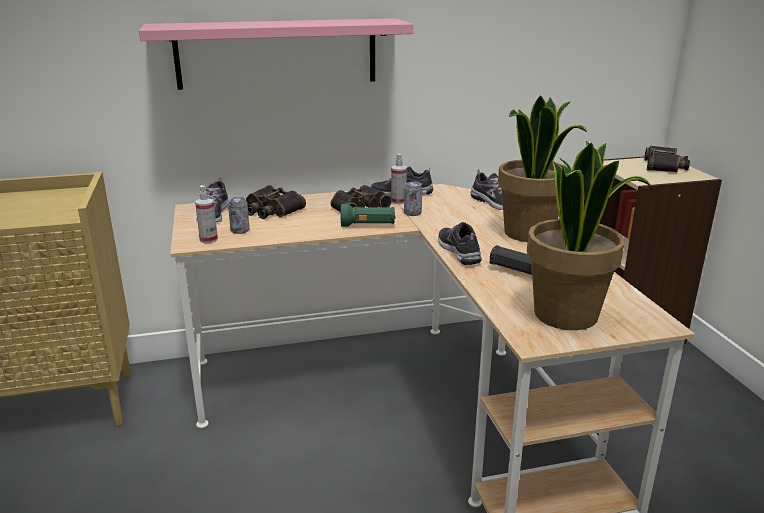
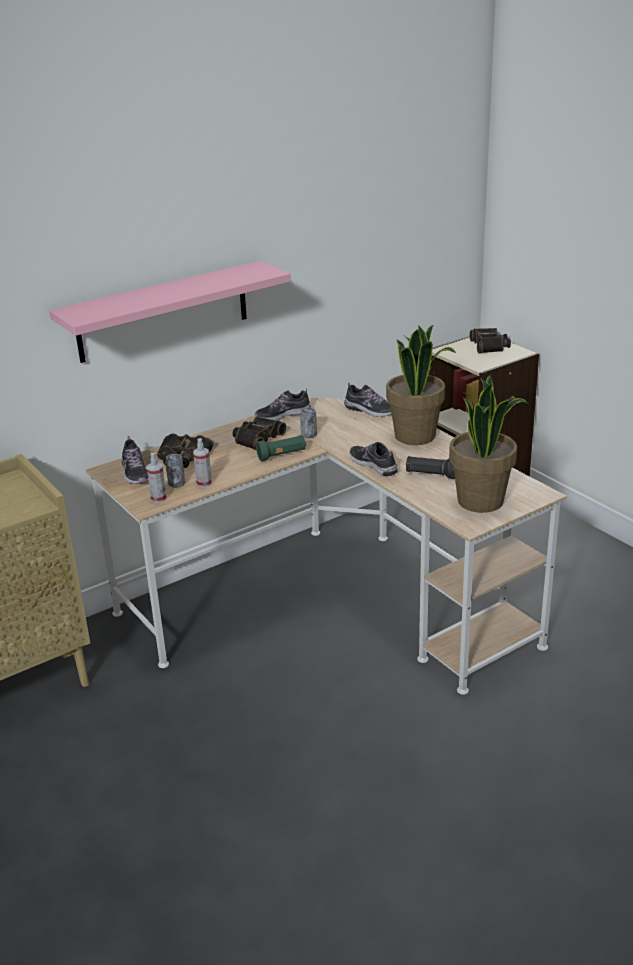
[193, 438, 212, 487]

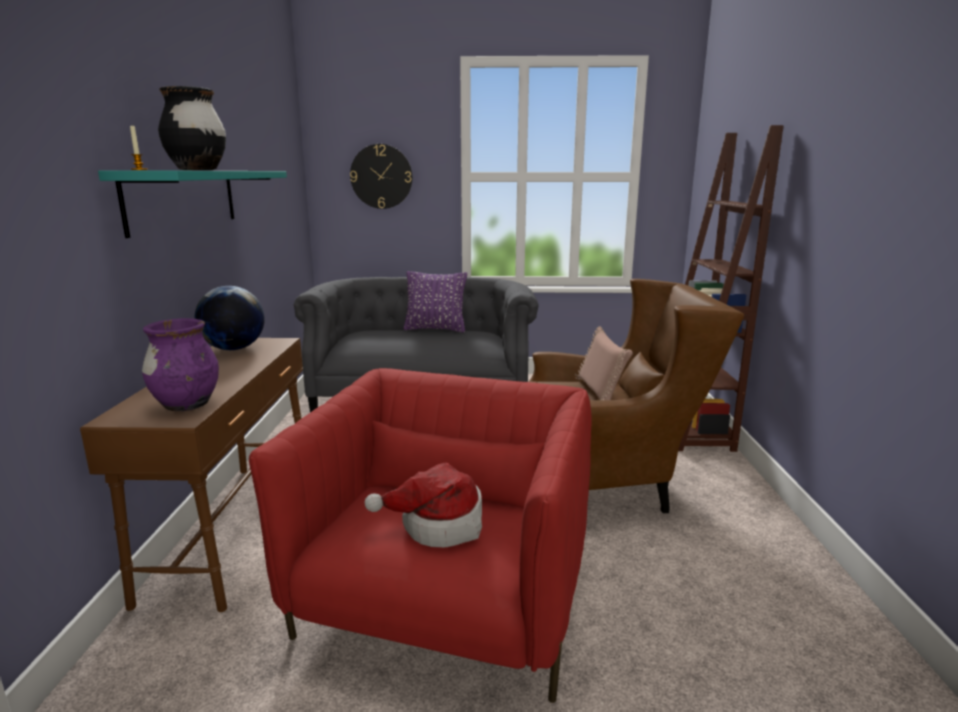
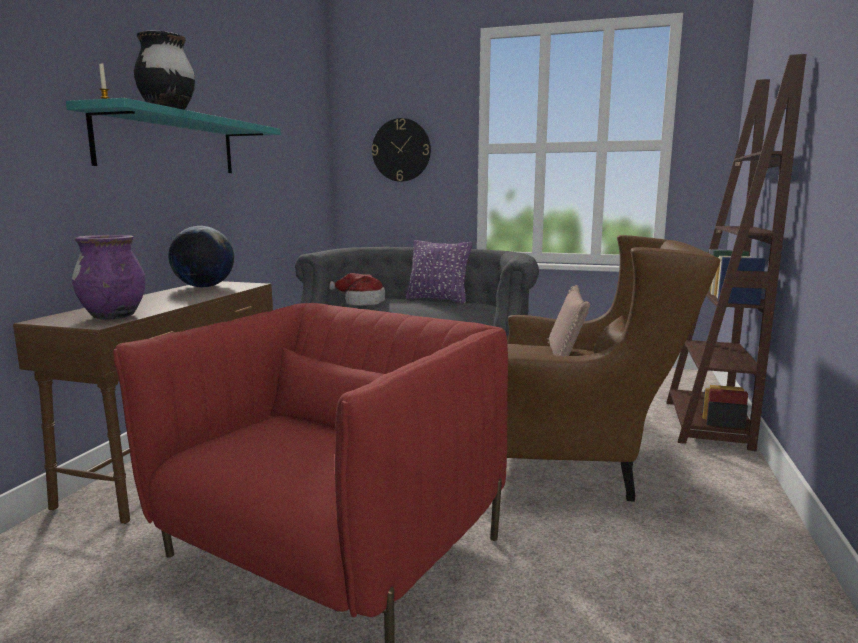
[330, 273, 385, 306]

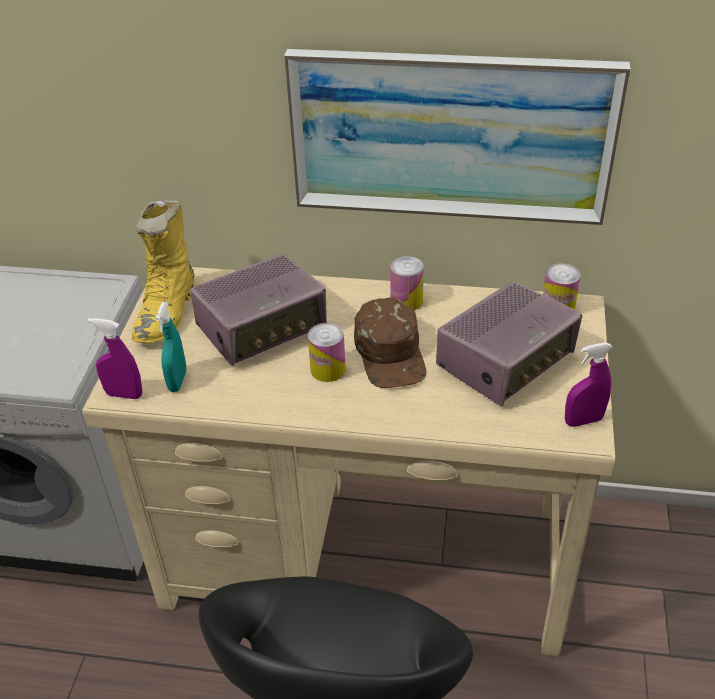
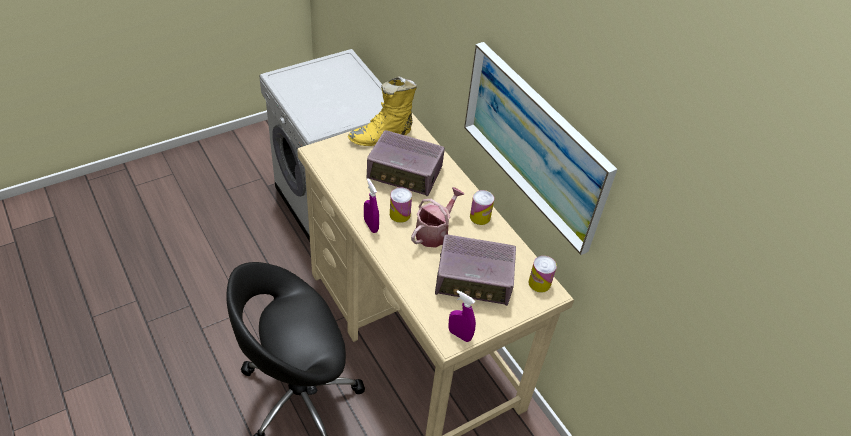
[364, 178, 379, 233]
[156, 302, 187, 392] (first image)
[411, 187, 464, 248]

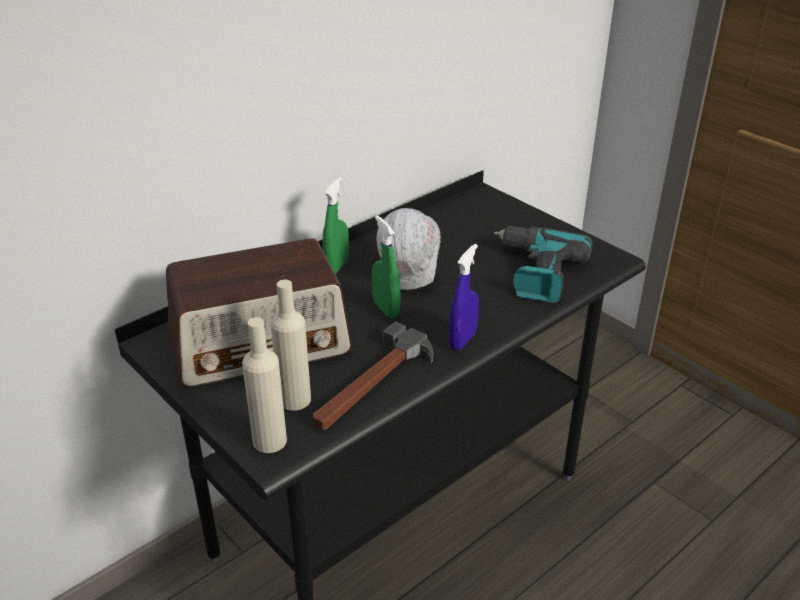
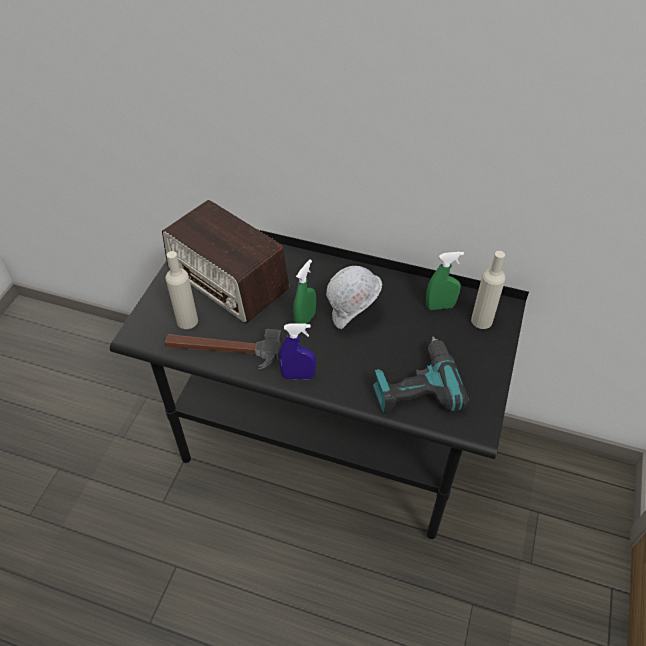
[471, 251, 506, 329]
[426, 252, 464, 310]

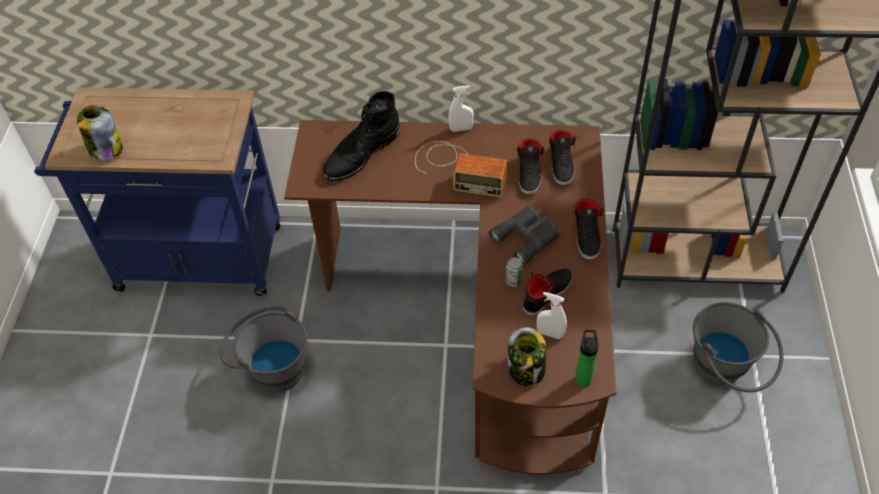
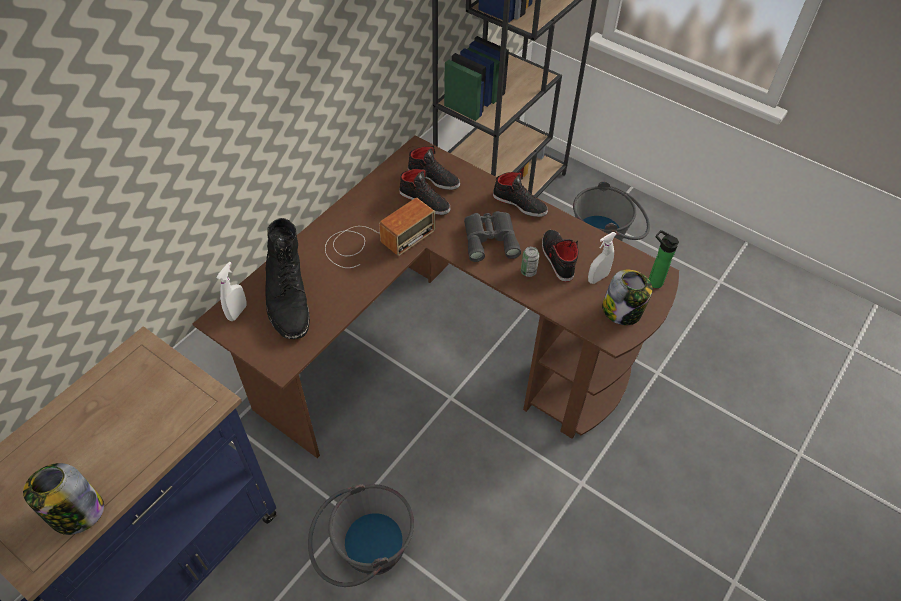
[217, 262, 247, 321]

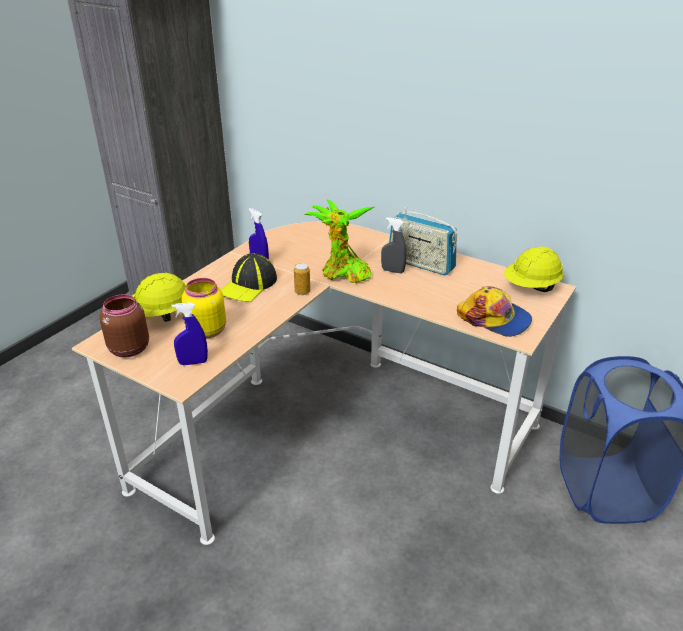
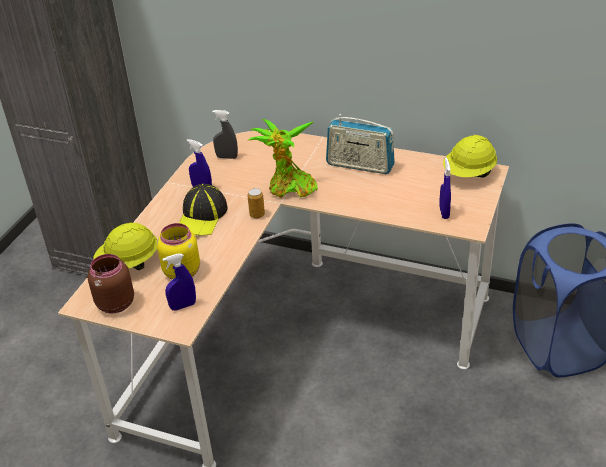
[212, 110, 238, 159]
[439, 158, 451, 219]

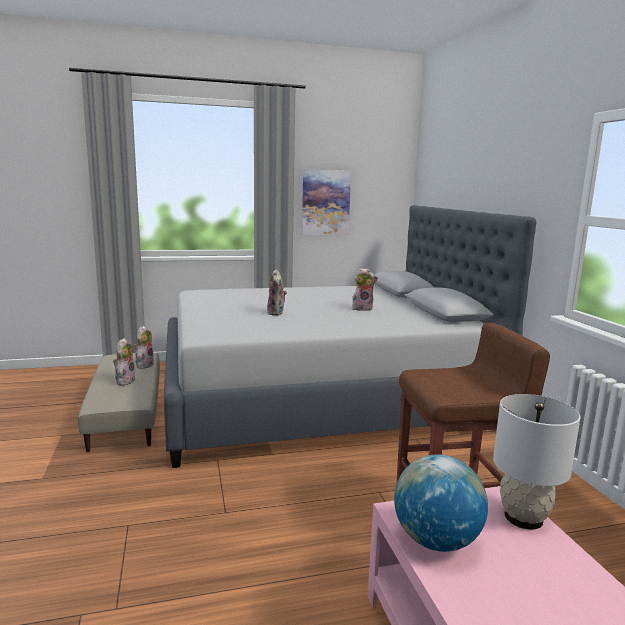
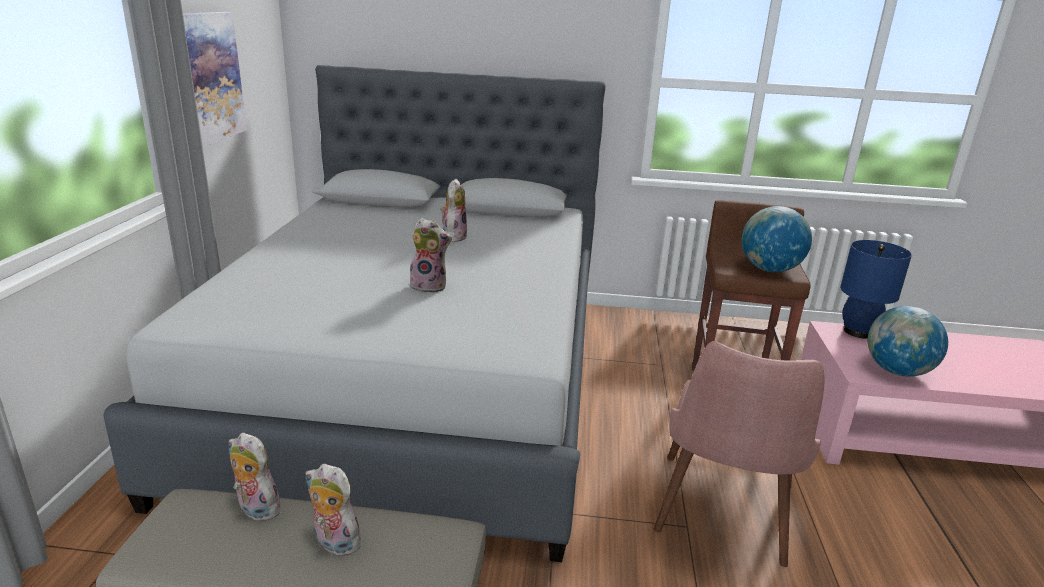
[840, 240, 912, 339]
[654, 341, 825, 567]
[742, 206, 812, 272]

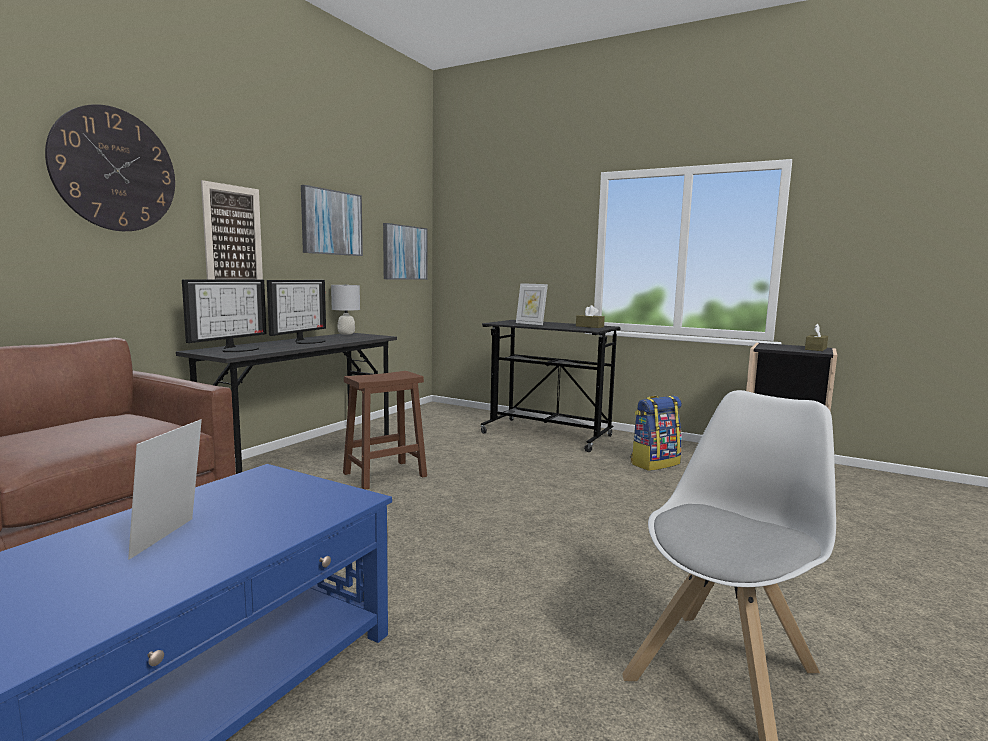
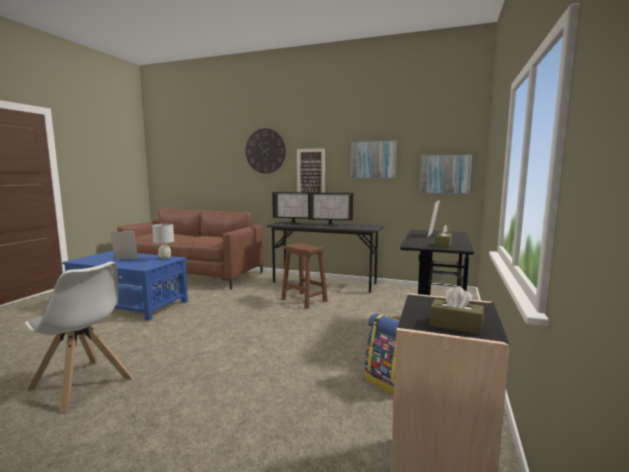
[152, 224, 174, 259]

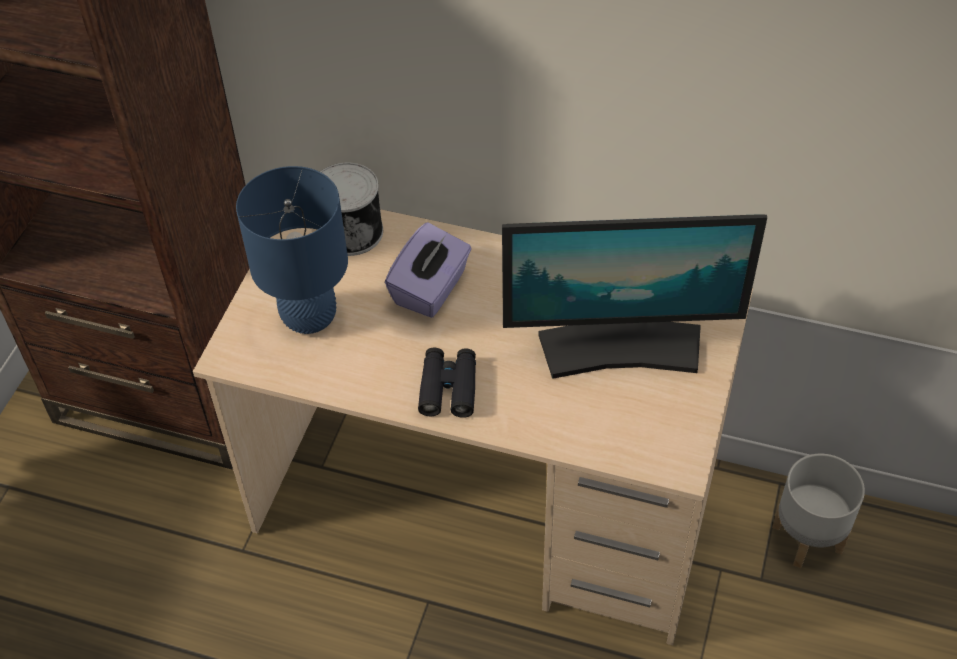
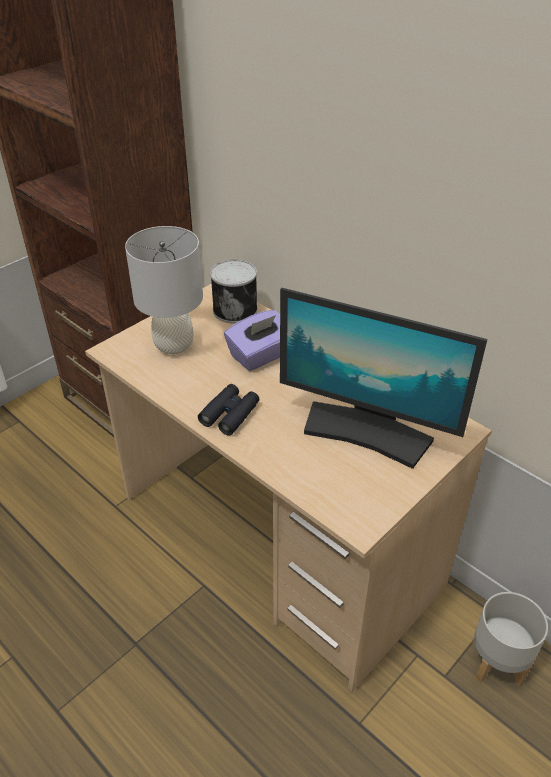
[125, 226, 203, 354]

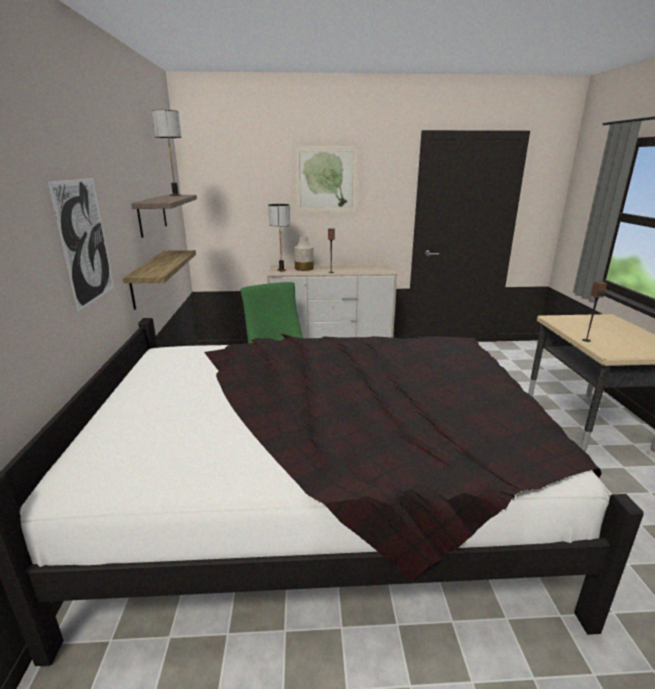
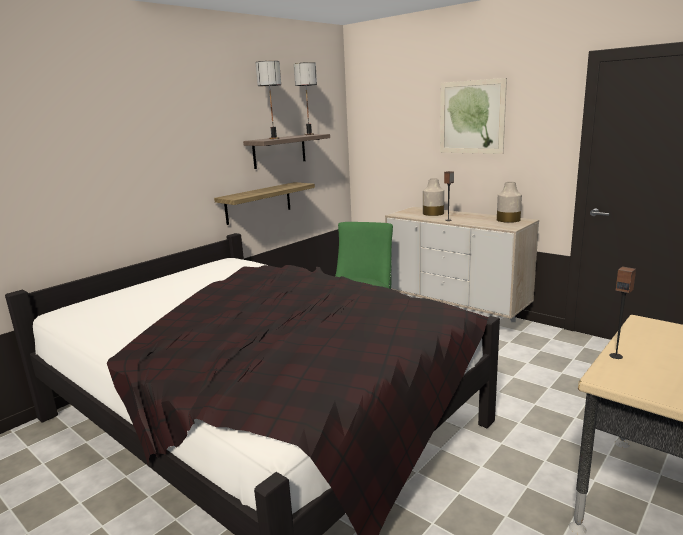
[48, 178, 114, 312] (first image)
[256, 61, 281, 139]
[497, 182, 522, 223]

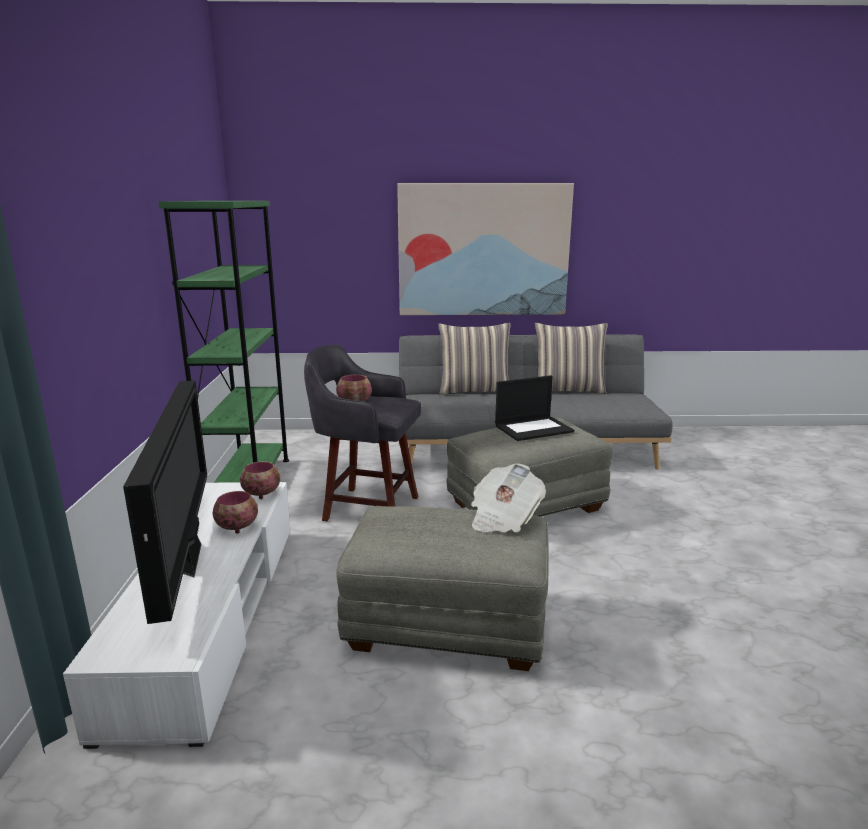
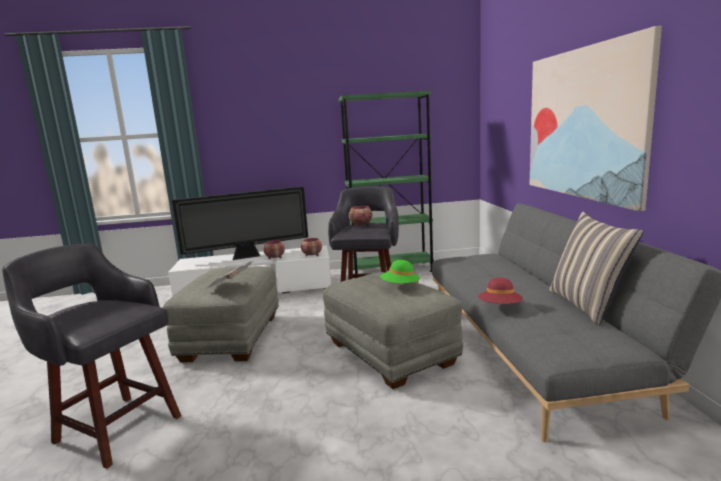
[438, 323, 511, 395] (first image)
[380, 260, 420, 283]
[2, 244, 181, 469]
[478, 278, 523, 304]

